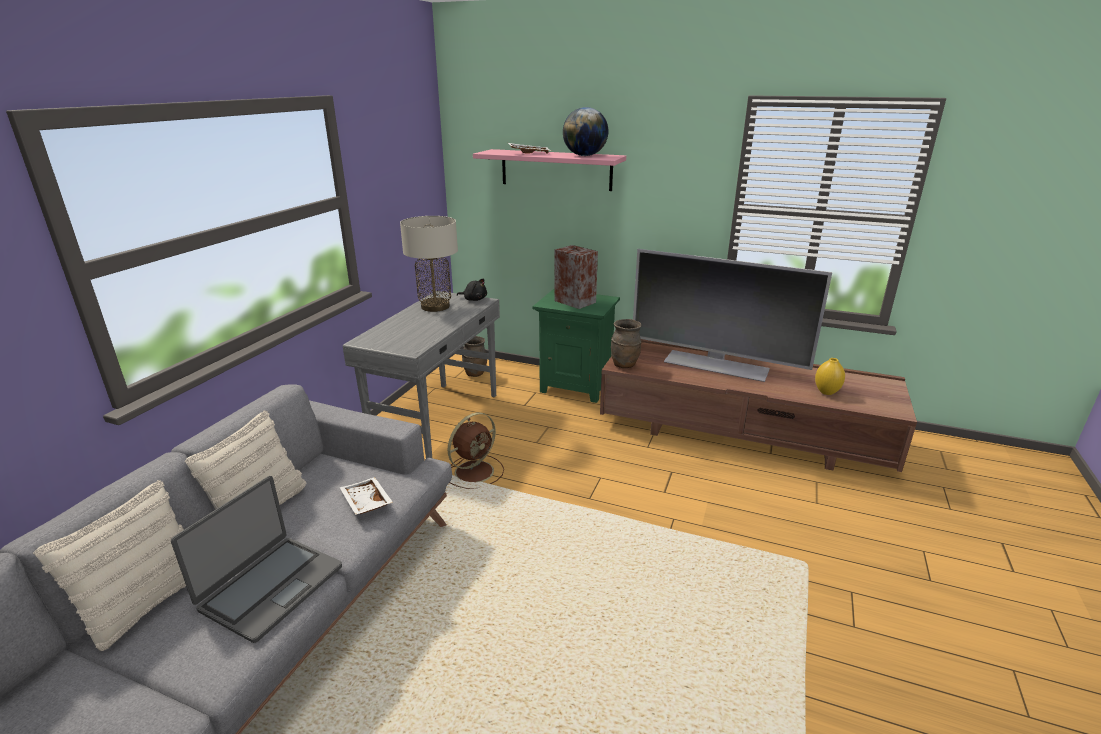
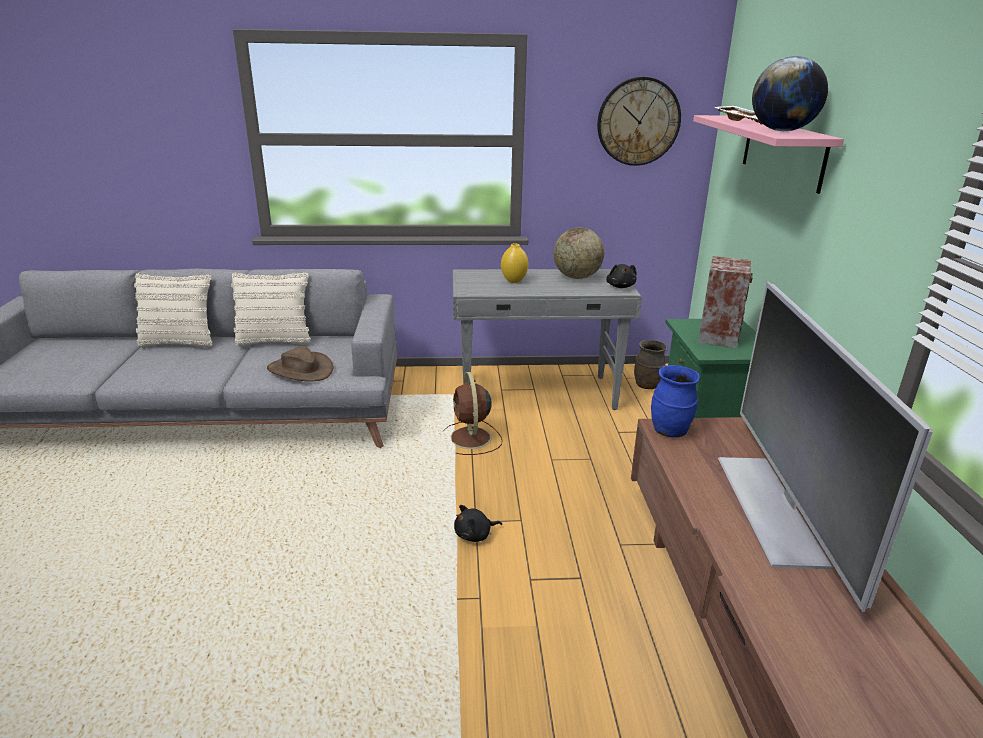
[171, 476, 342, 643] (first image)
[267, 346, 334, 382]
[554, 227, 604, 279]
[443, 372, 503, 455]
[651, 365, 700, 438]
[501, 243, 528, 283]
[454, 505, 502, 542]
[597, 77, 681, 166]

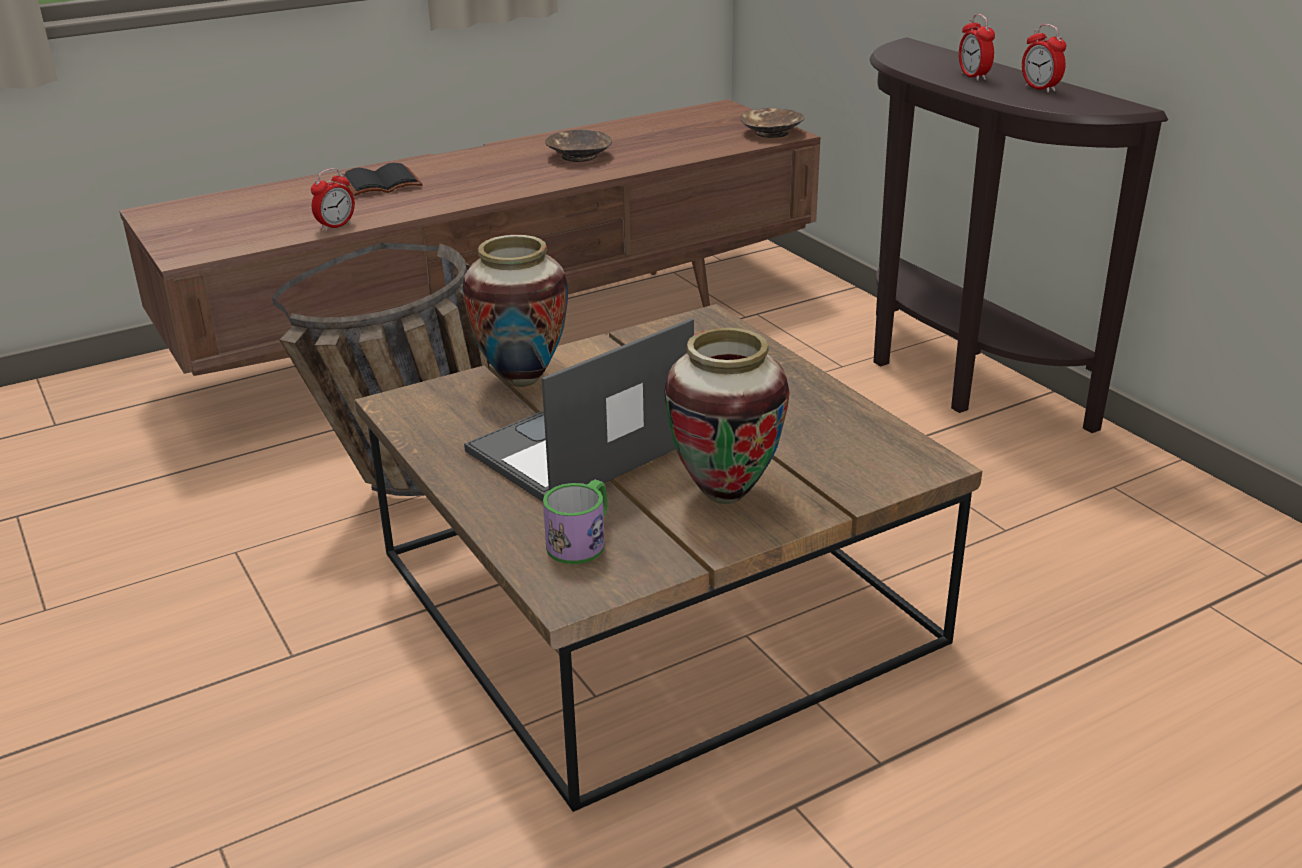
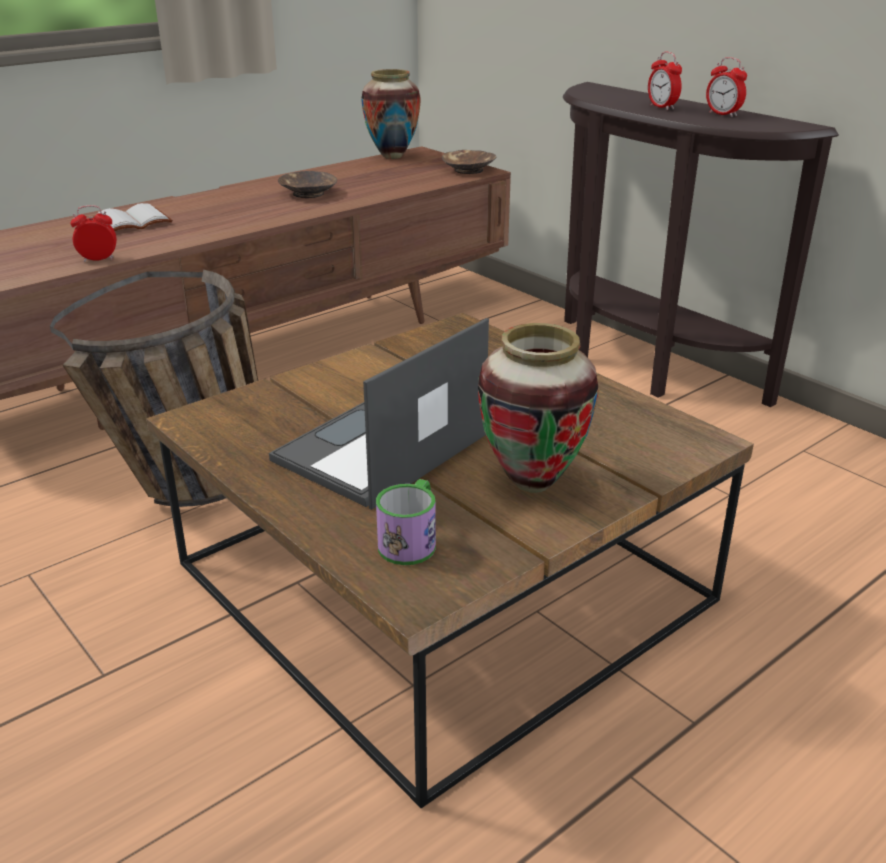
[70, 205, 117, 262]
[93, 203, 173, 231]
[361, 69, 421, 159]

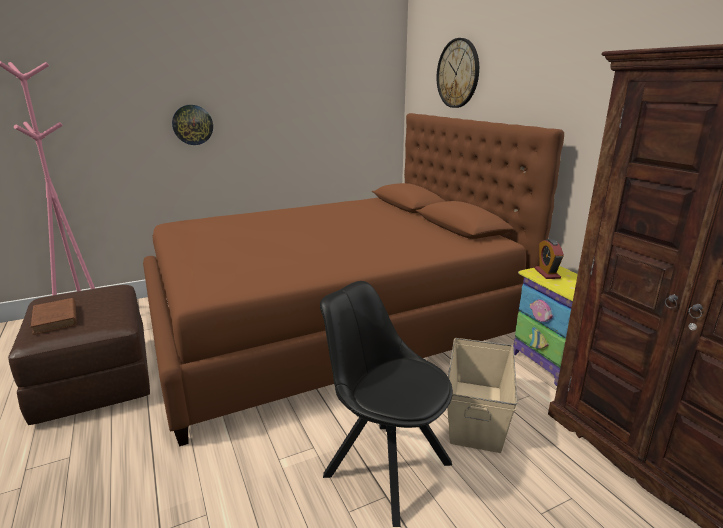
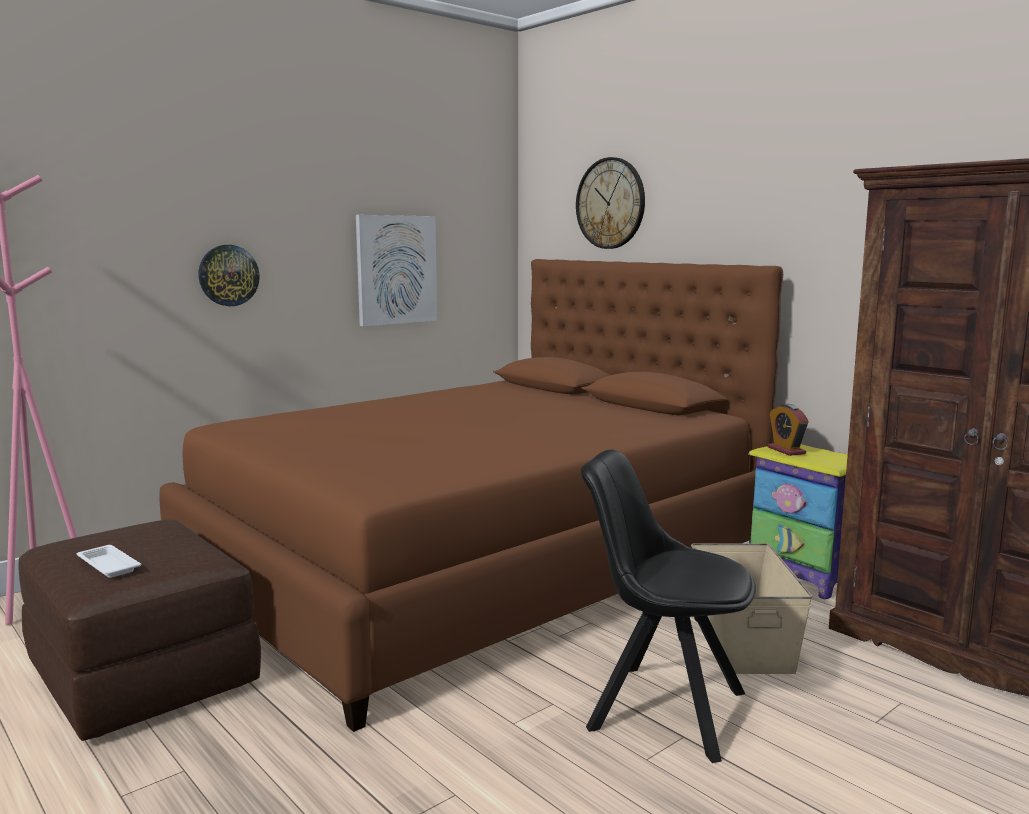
[76, 545, 141, 578]
[356, 215, 437, 326]

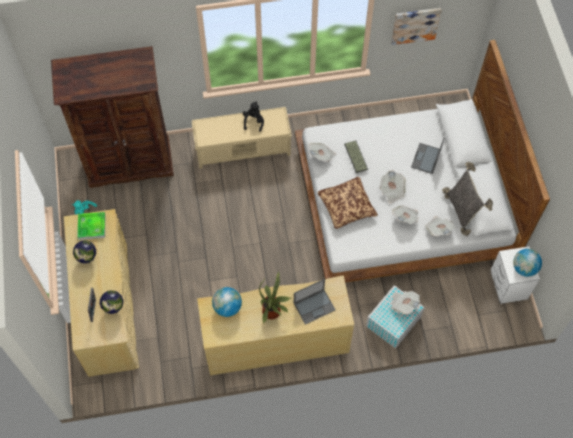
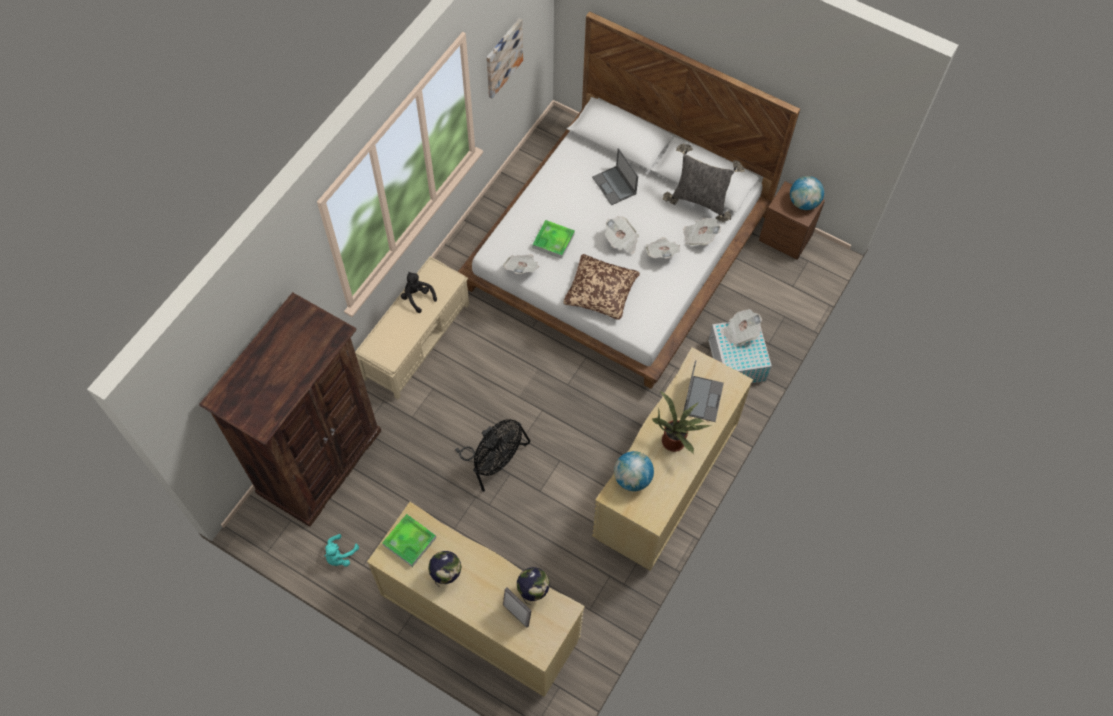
[532, 220, 575, 259]
[759, 181, 825, 260]
[455, 419, 530, 492]

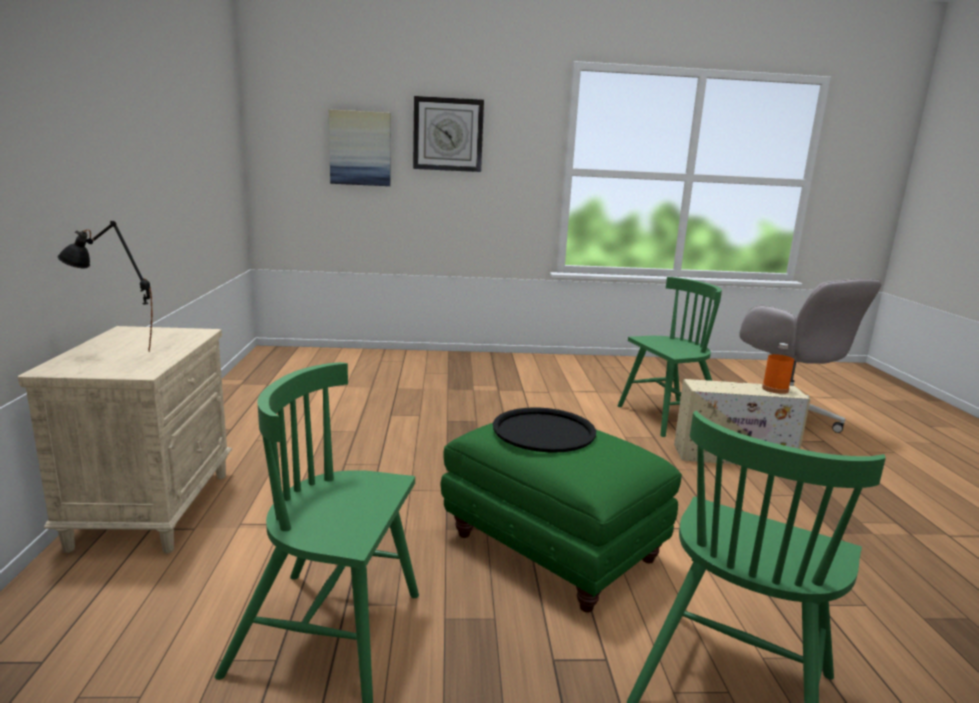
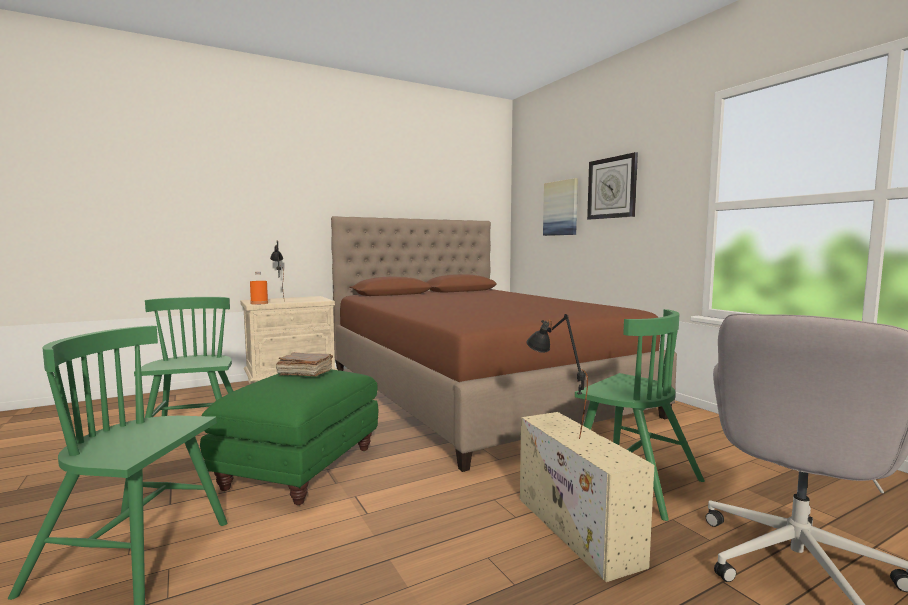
[276, 352, 333, 376]
[250, 272, 268, 305]
[331, 216, 677, 472]
[526, 314, 588, 439]

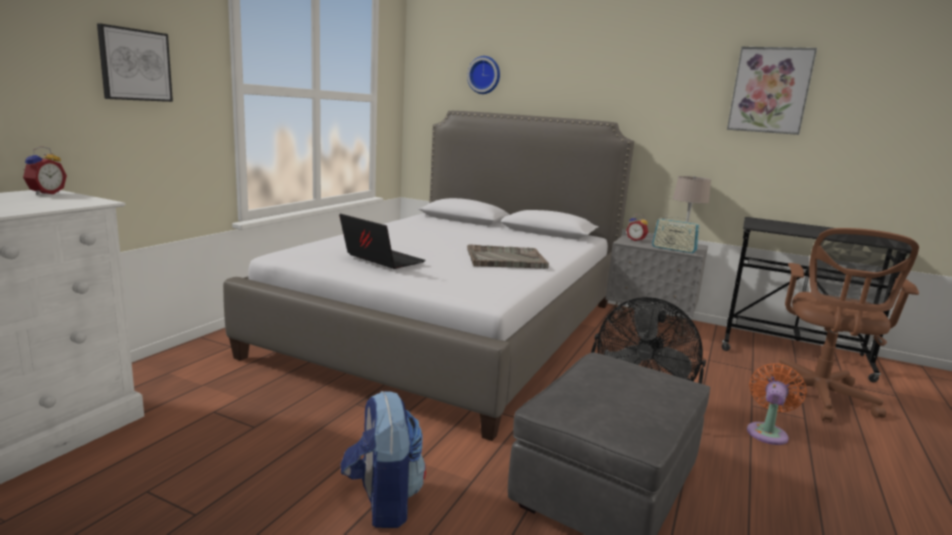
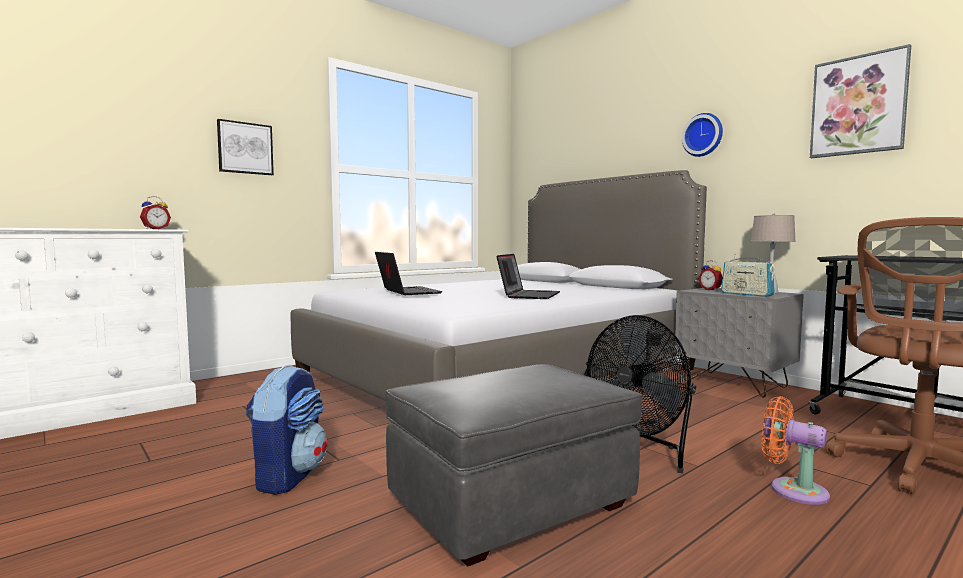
[682, 113, 723, 157]
[496, 254, 560, 299]
[762, 396, 830, 505]

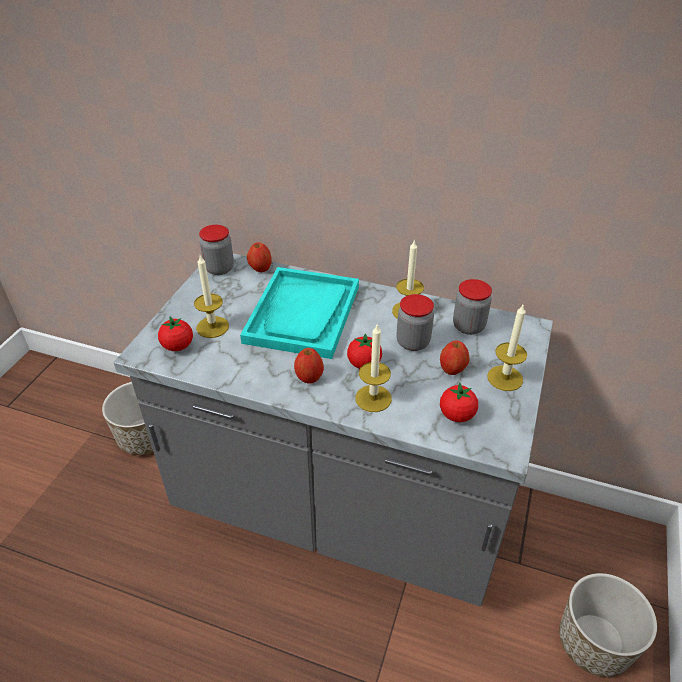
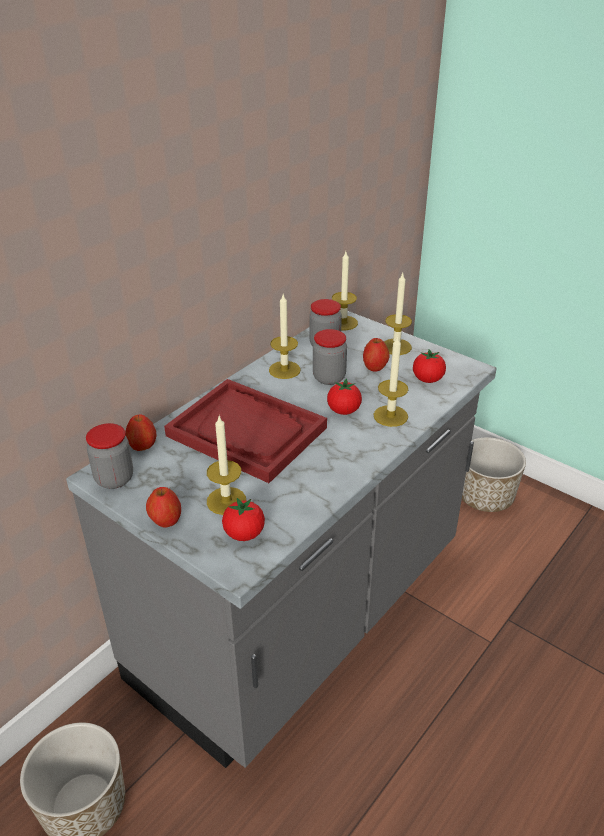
[164, 379, 327, 483]
[146, 487, 181, 528]
[332, 252, 358, 330]

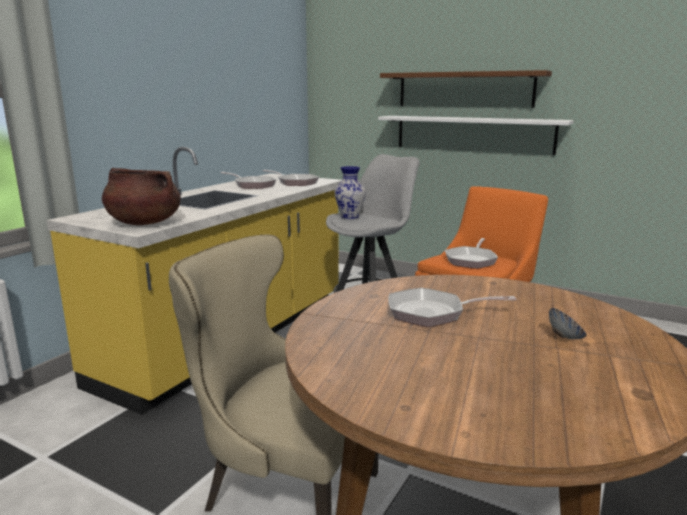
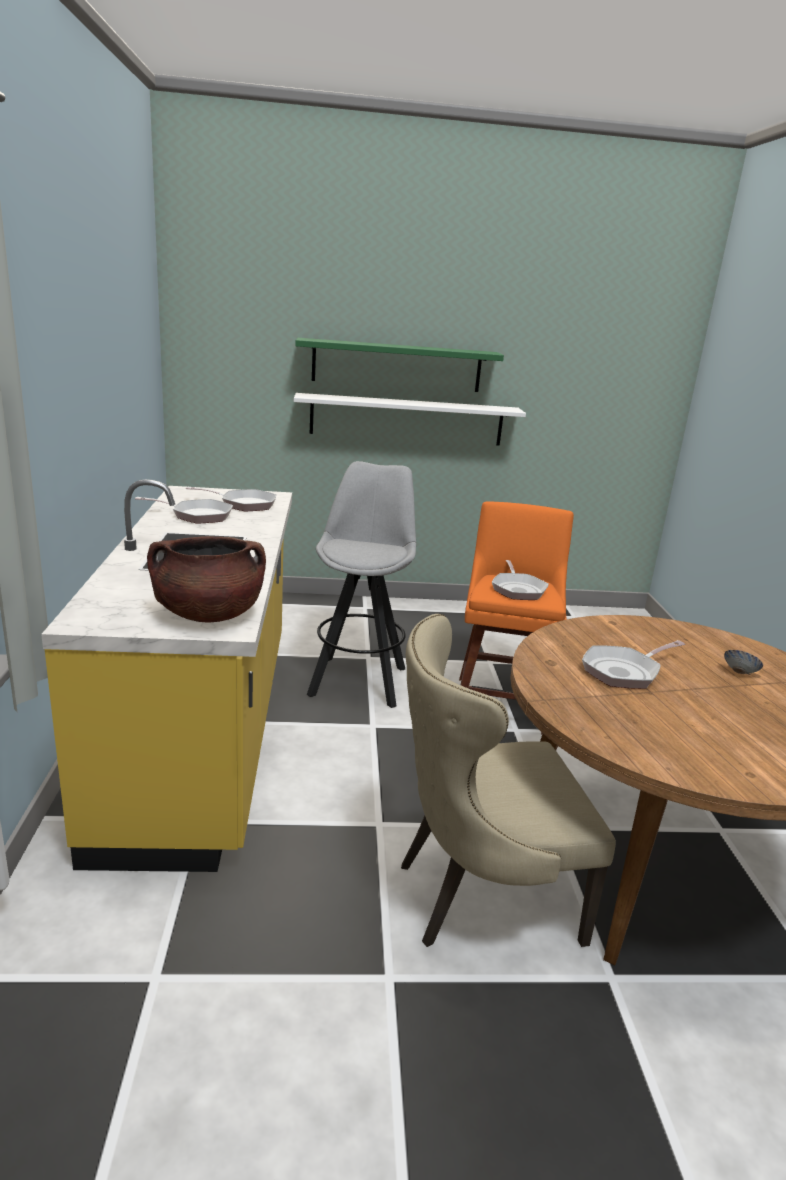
[335, 166, 366, 219] (first image)
[295, 338, 504, 392]

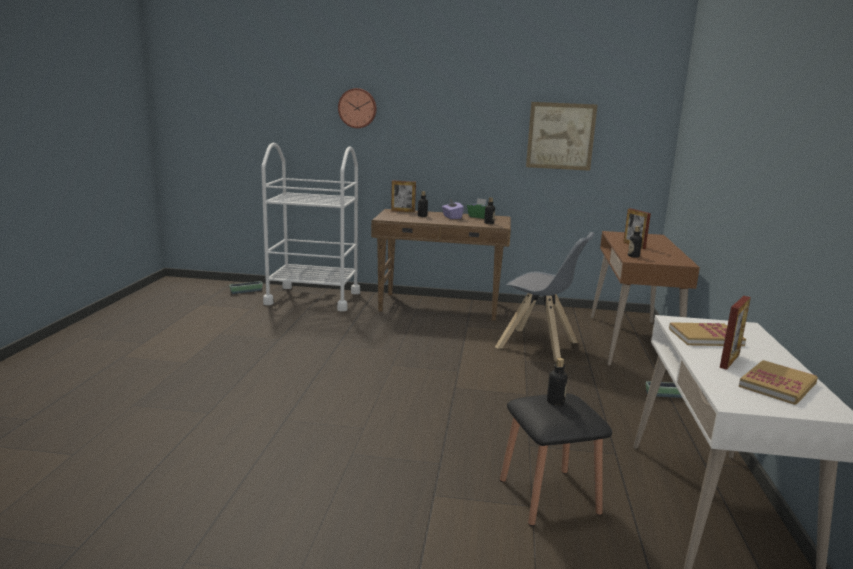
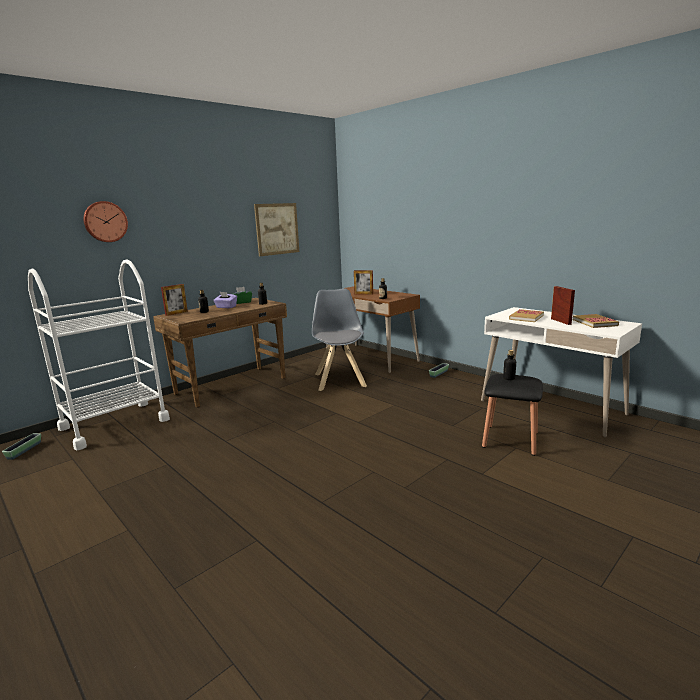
[312, 288, 367, 391]

